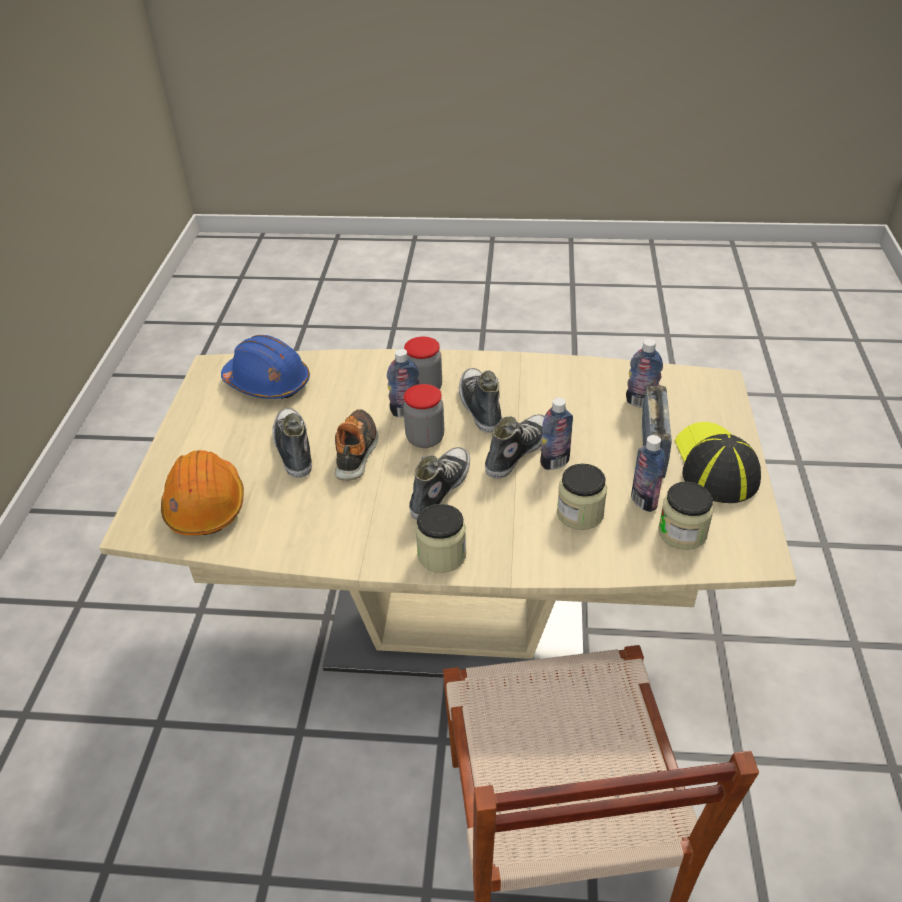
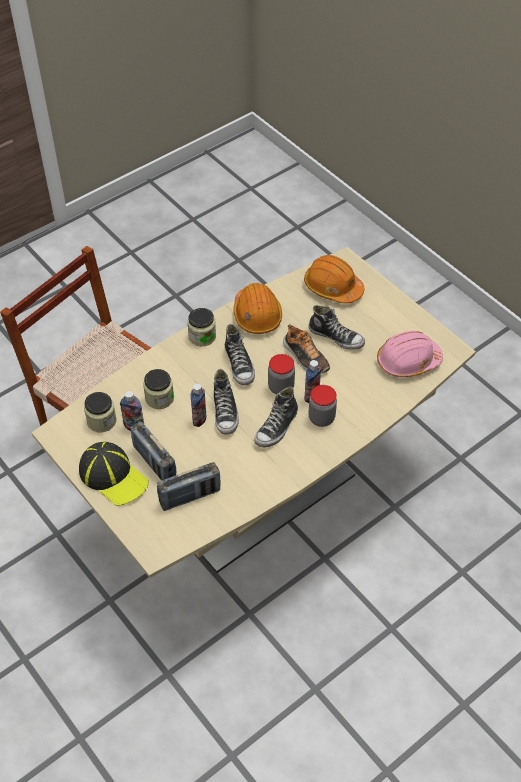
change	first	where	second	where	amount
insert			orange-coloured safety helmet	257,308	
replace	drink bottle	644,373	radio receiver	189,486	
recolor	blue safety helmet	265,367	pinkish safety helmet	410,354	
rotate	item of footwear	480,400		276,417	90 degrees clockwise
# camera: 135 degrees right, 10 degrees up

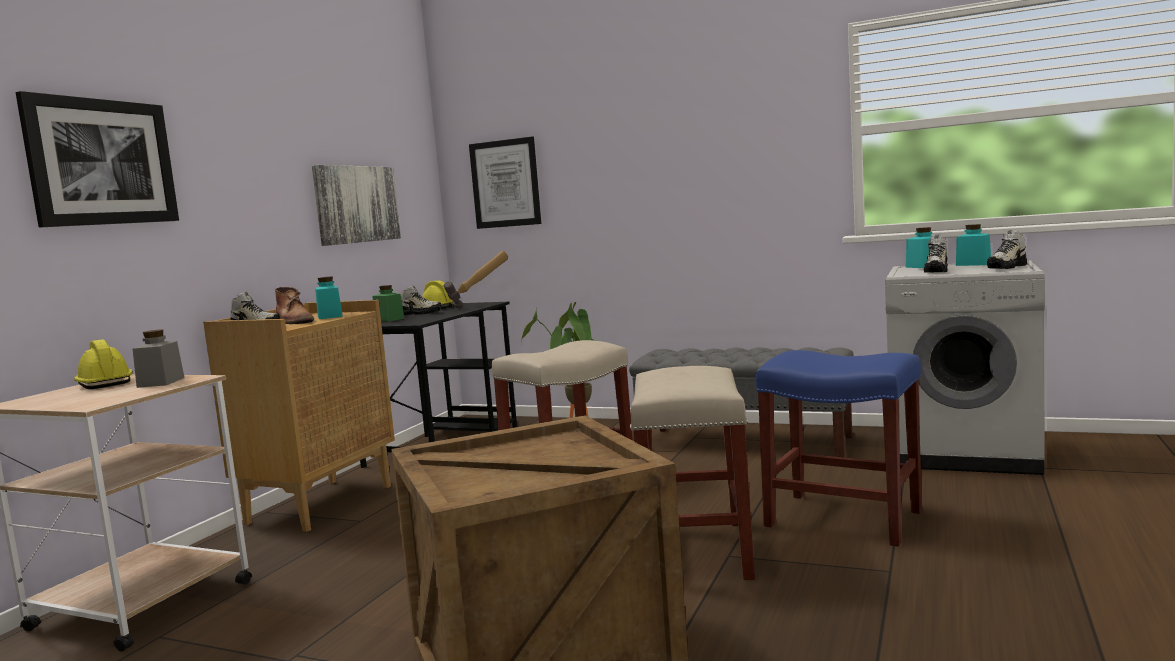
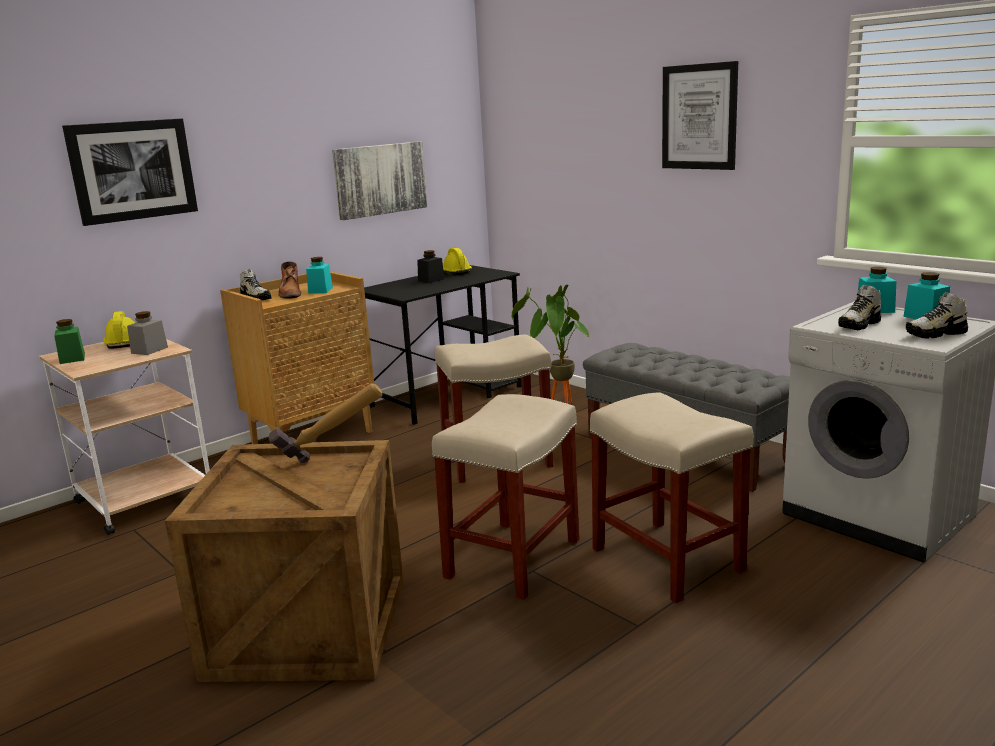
change	first	where	second	where	amount
move	greenish storage jar	388,303		69,341	
move	hammer	475,279		326,423	
move	picture	505,182		700,115	
replace	item of footwear	421,300	black storage jar	431,266	
recolor	blue stool	839,448	beige stool	671,497	
# camera: 25 degrees right, 10 degrees up

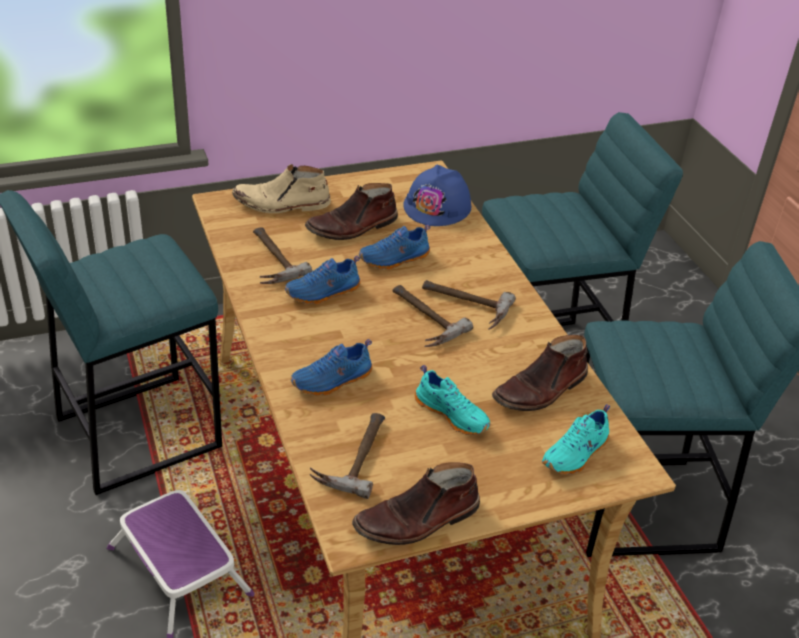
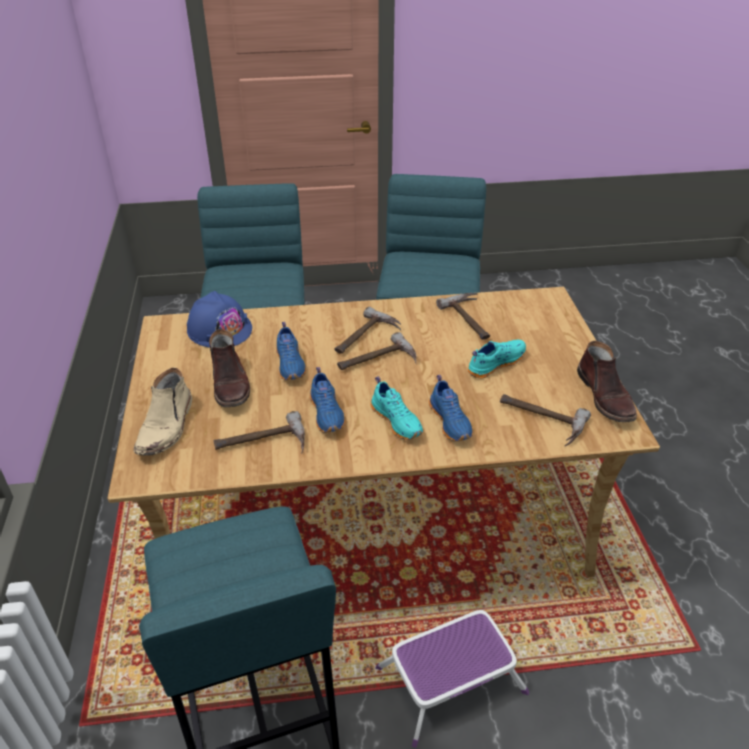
change	first	where	second	where	amount
move	turquoise item of footwear	576,439		396,408	
replace	brown-coloured tall boot	540,373	hammer	463,316	
# camera: 75 degrees left, 0 degrees up

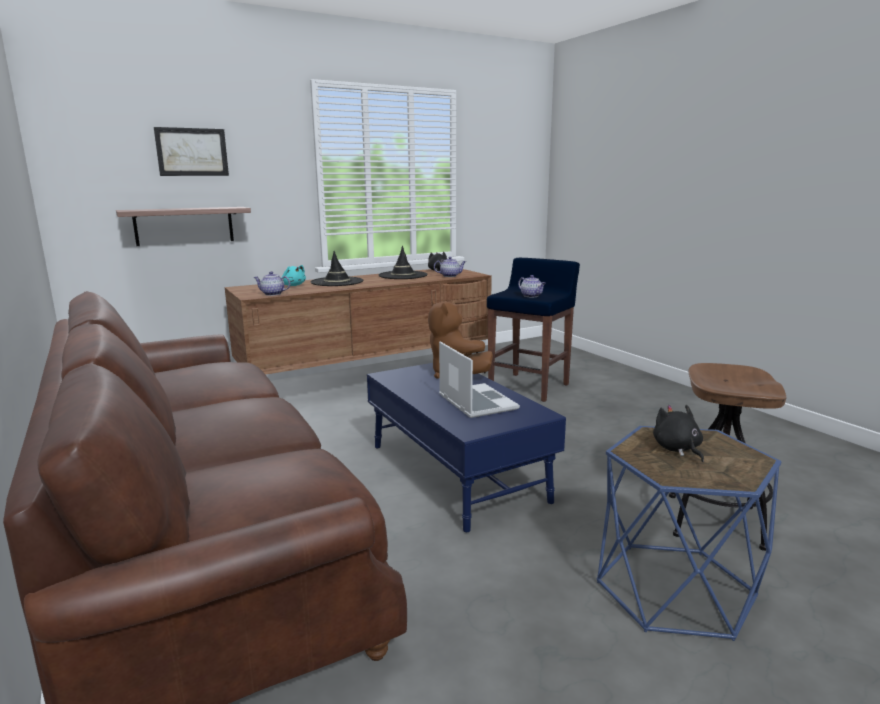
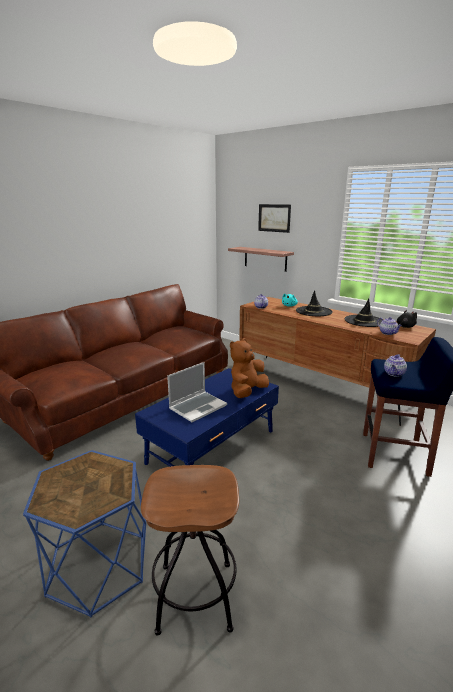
change	first	where	second	where	amount
delete	black cuddly toy	678,433			
# camera: 70 degrees right, 5 degrees up

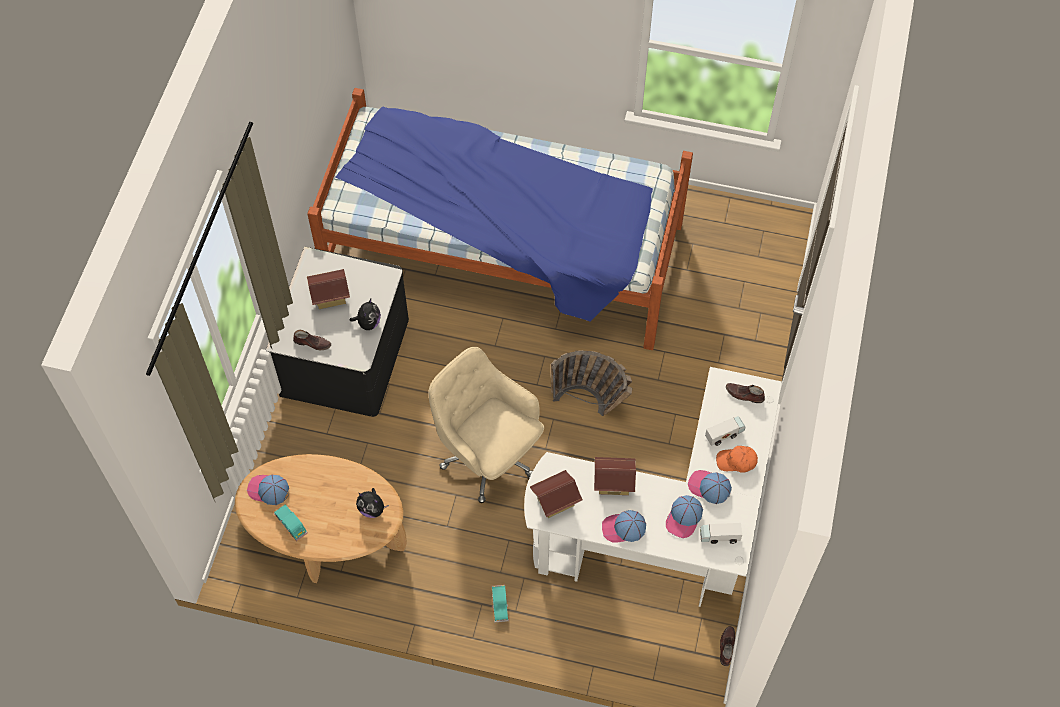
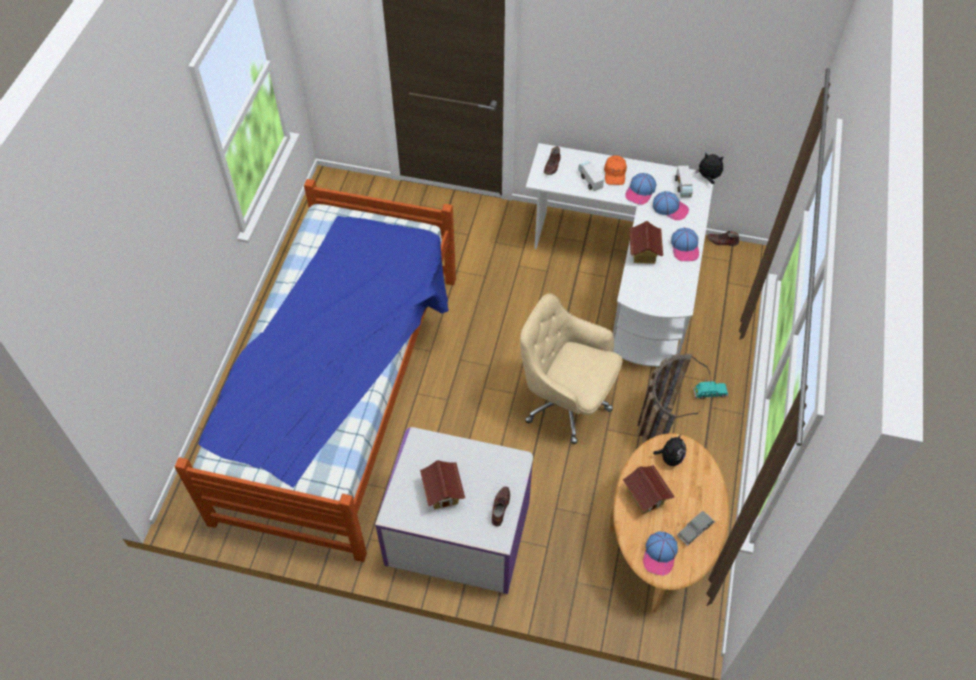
change	first	where	second	where	amount
move	cuddly toy	365,314		710,168	
move	model house	556,494		648,489	
move	basket	592,383		673,398	
recolor	black night table	337,331	purplish night table	454,510	
recolor	turquoise toy car	291,523	grey toy car	696,528	
rotate	beige computer chair	486,425		571,368	75 degrees clockwise
# camera: 90 degrees left, 5 degrees down

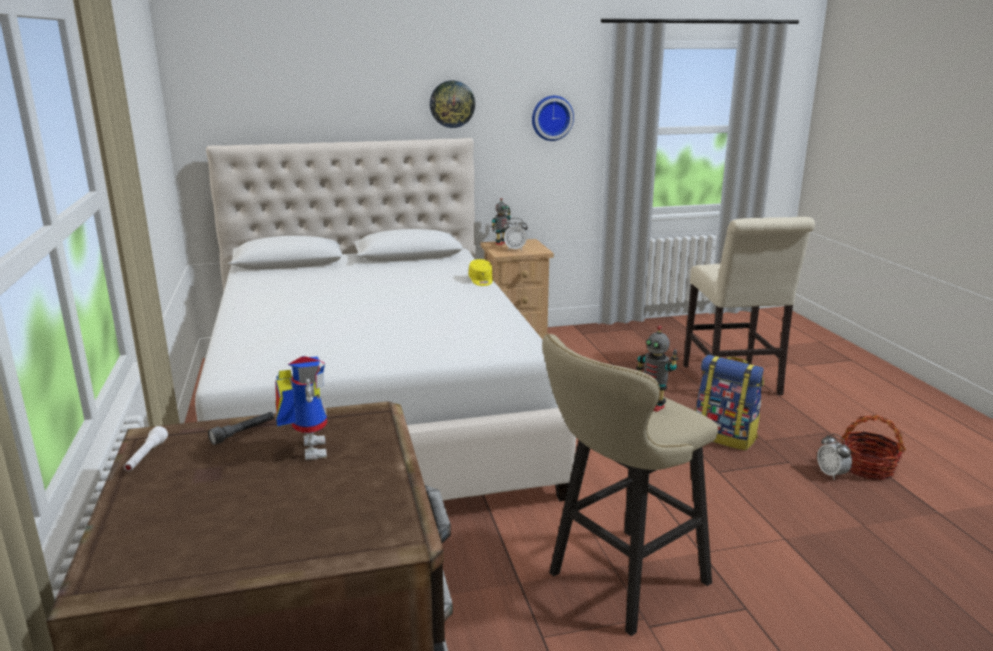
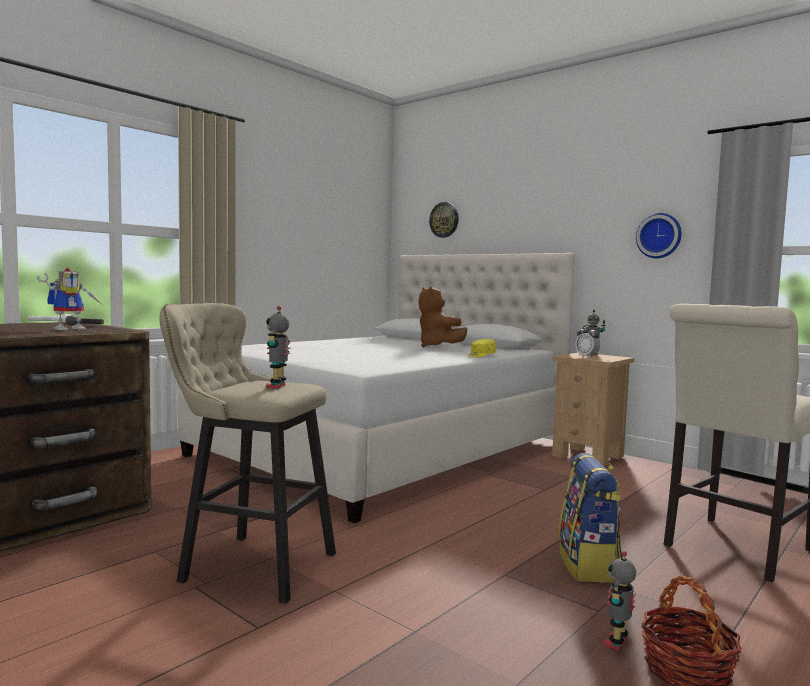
change	first	where	second	where	amount
insert			brown-coloured cuddly toy	442,317	
move	clock on the wall	452,104		444,220	
replace	alarm clock	834,457	toy robot	620,601	
# camera: 55 degrees right, 15 degrees down

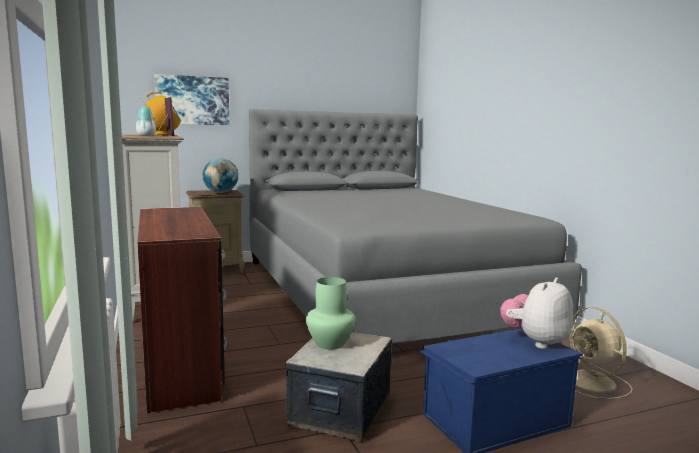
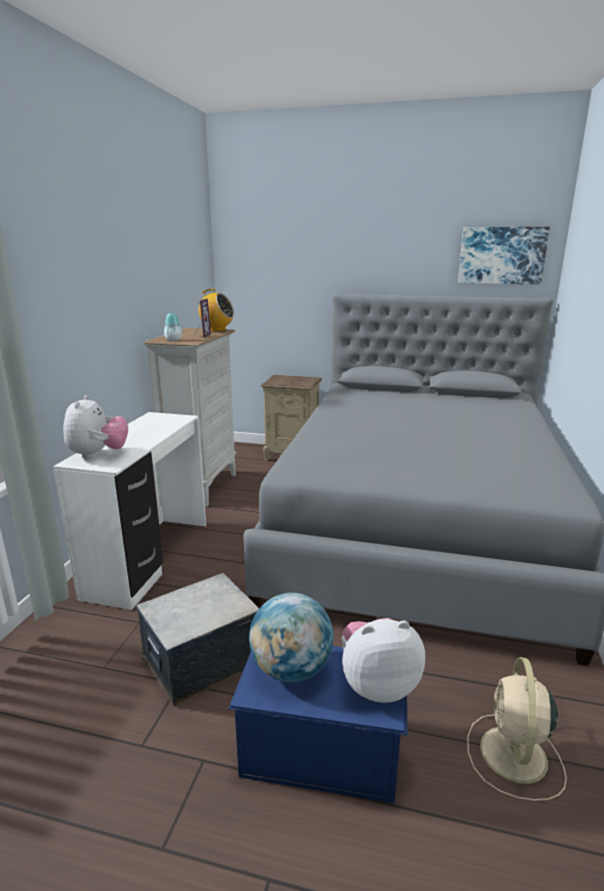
change	first	where	second	where	amount
delete	greenish flower vase	330,313			
insert			cuddly toy	95,427	
move	picture	191,99		504,255	
move	globe	220,175		291,637	
recolor	brown-coloured desk	182,310	white-coloured desk	129,511	
# camera: 35 degrees right, 10 degrees up

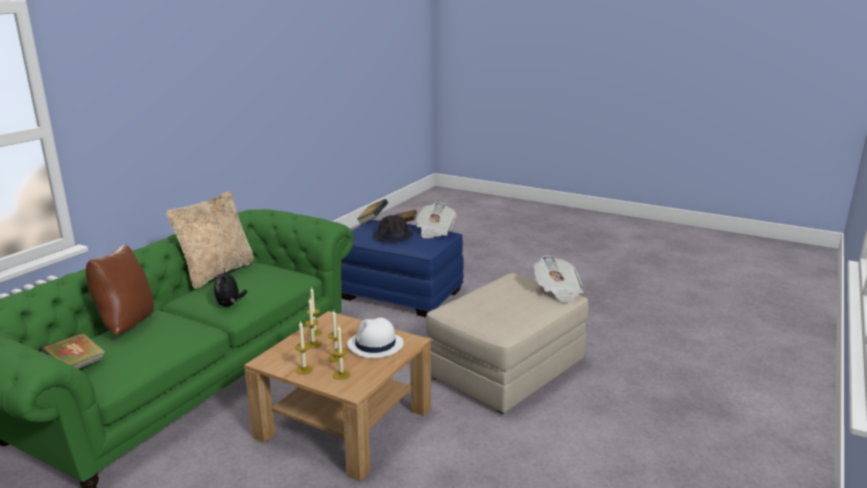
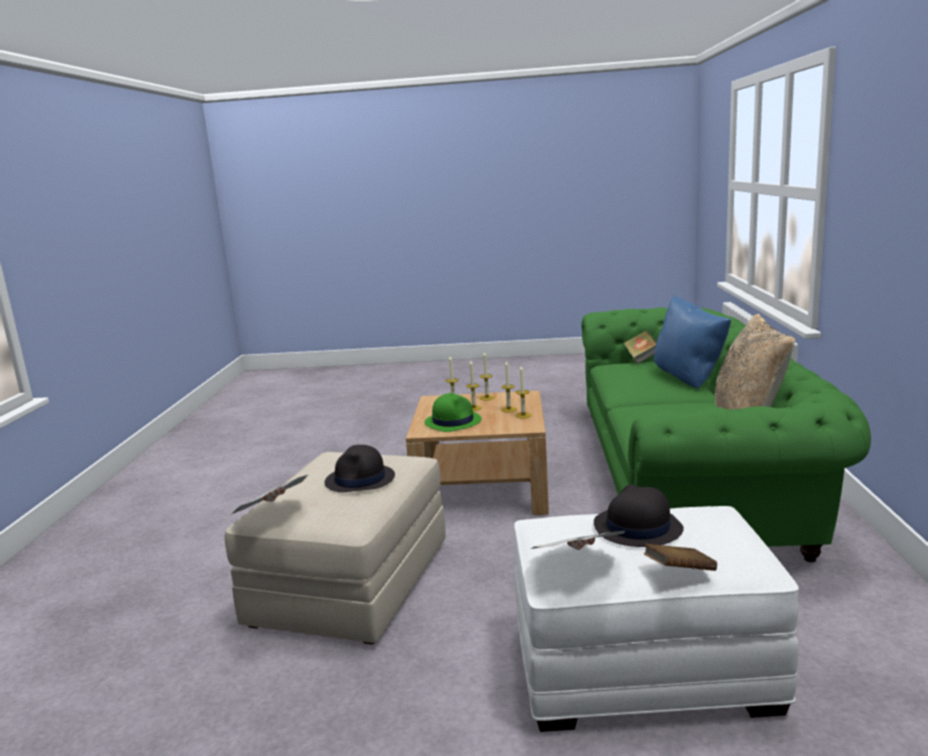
change	first	where	second	where	amount
delete	cuddly toy	230,288			
delete	volume	372,212			
insert			black clothing hat	359,468	
recolor	brown-coloured pillow	120,290	blue pillow	692,342	
recolor	blue footrest	402,268	white-coloured footrest	656,619	
recolor	white-coloured clothing hat	375,338	greenish clothing hat	453,412	
# camera: 155 degrees right, 5 degrees down

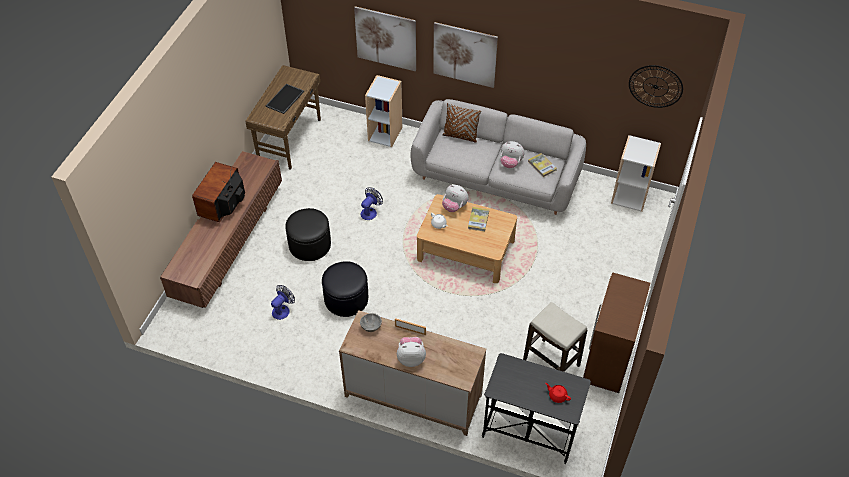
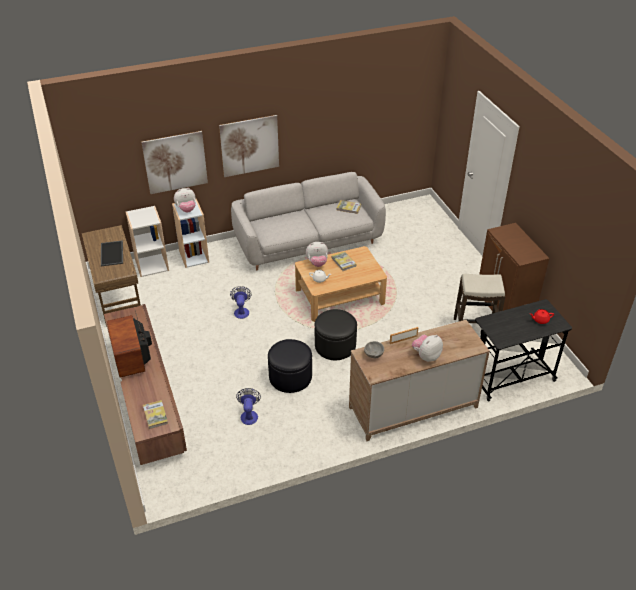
change	first	where	second	where	amount
delete	brown-coloured pillow	461,123			
delete	clock on the wall	656,86			
insert			volume	155,414	
move	black footrest	308,234		336,334	
move	cuddly toy	512,154		185,200	
move	bookcase	636,173		147,241	
# camera: 40 degrees left, 10 degrees down

